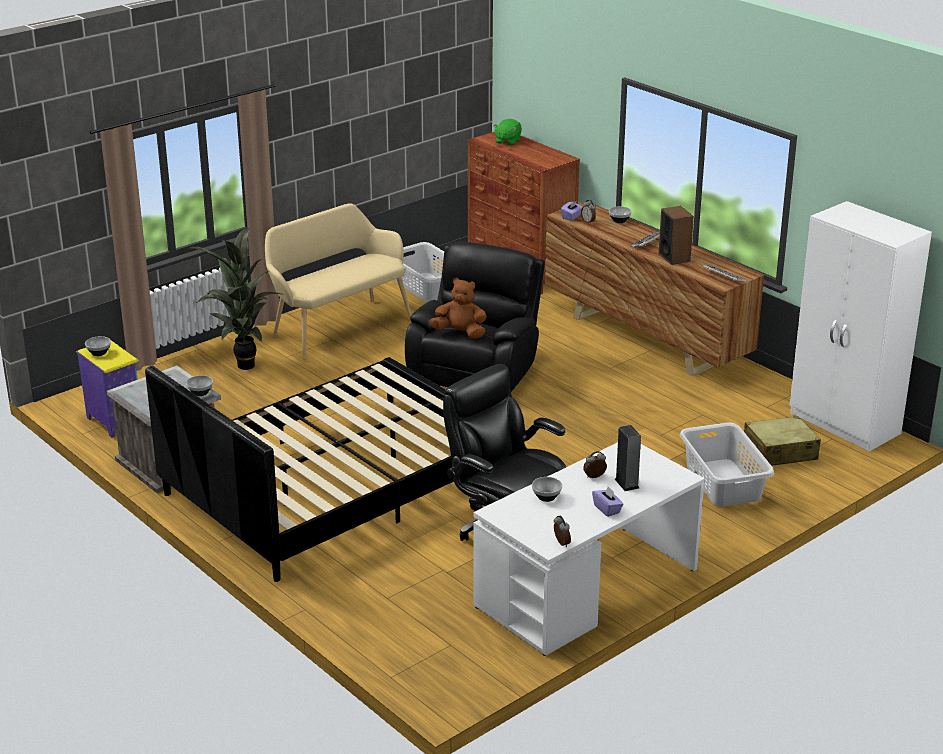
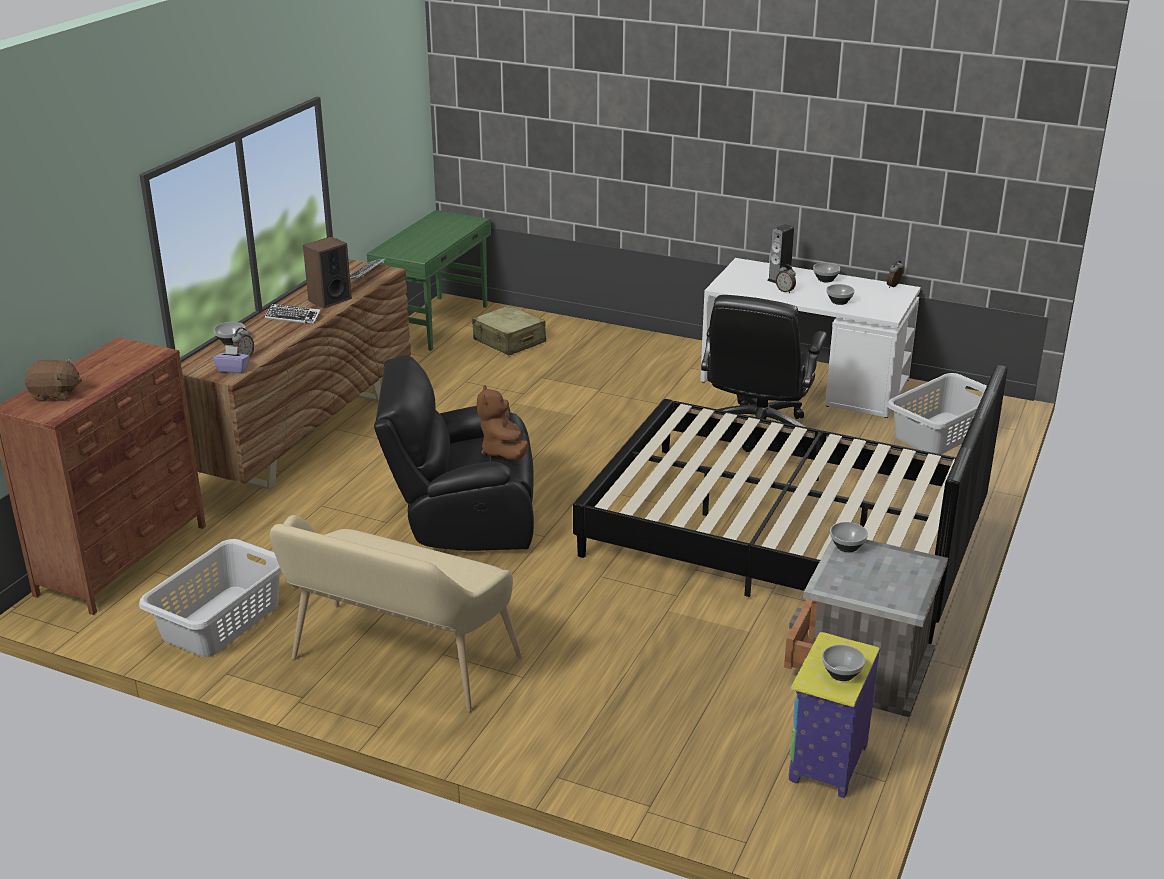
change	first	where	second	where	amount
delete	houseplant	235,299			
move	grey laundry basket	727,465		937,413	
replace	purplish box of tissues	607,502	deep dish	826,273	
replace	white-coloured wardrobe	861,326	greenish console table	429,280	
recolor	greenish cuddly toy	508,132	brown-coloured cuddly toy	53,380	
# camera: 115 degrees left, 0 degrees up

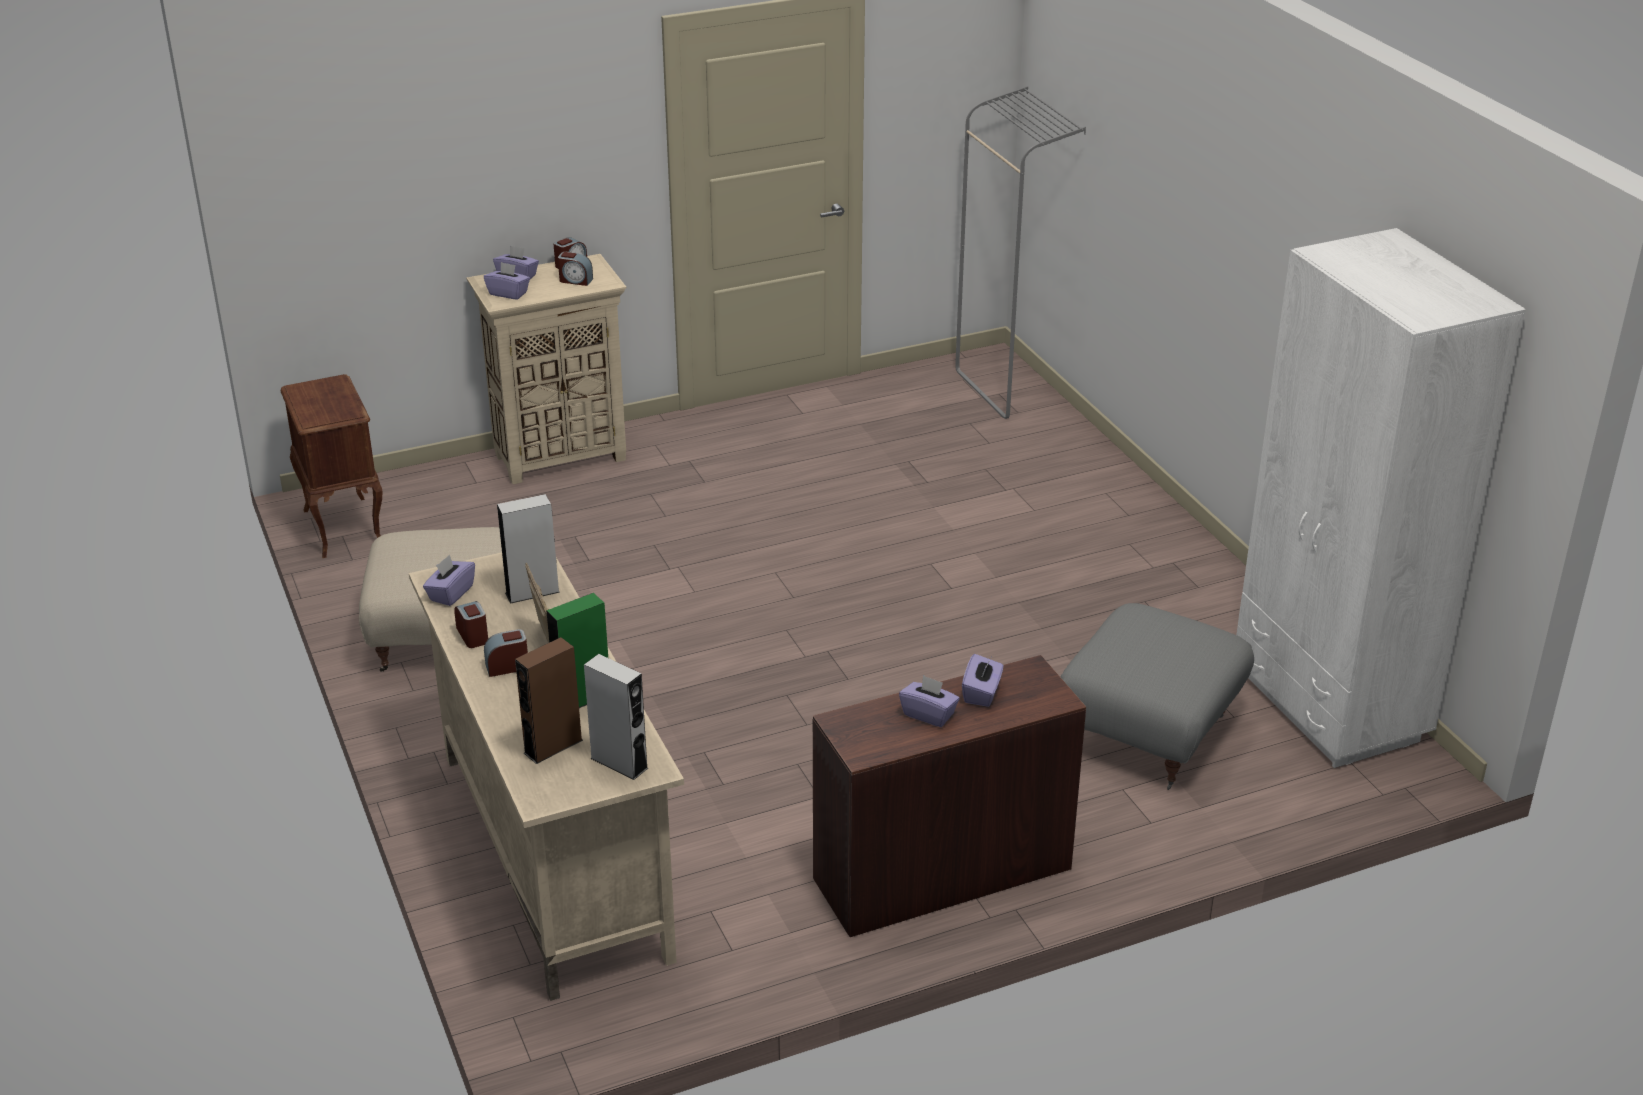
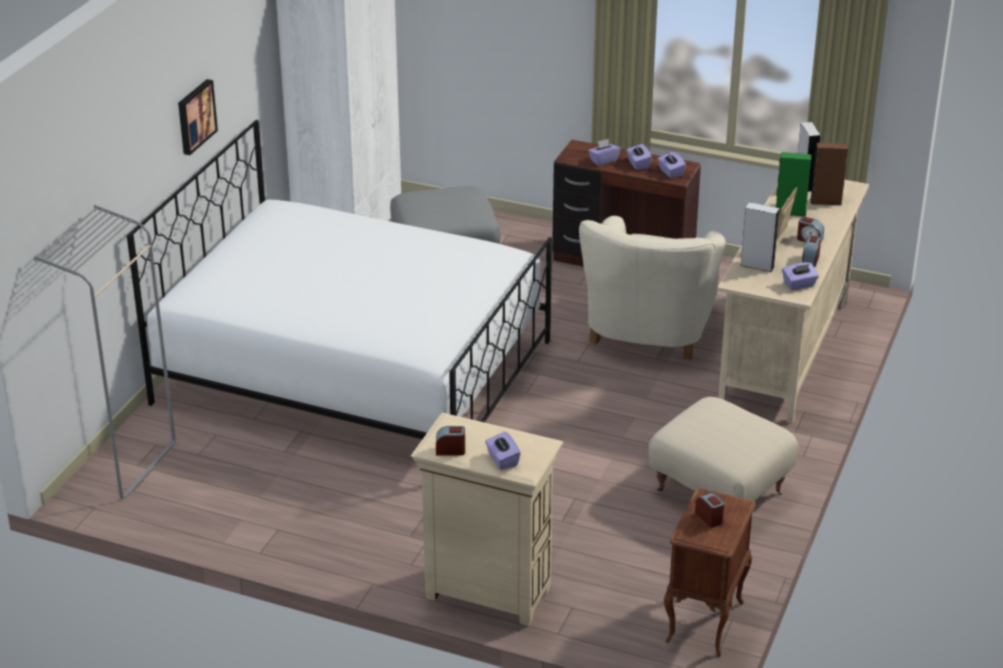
change	first	where	second	where	amount
insert			white-coloured bedroom bed	339,279	
insert			picture	198,117	
insert			beige lounge chair	652,287	
move	purplish box of tissues	507,281		672,164	
move	alarm clock	575,269		709,510	
# camera: 135 degrees left, 0 degrees up

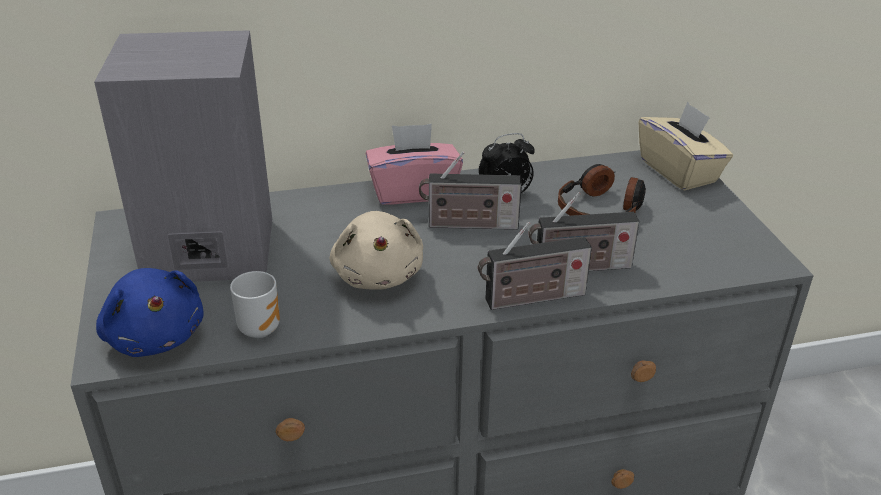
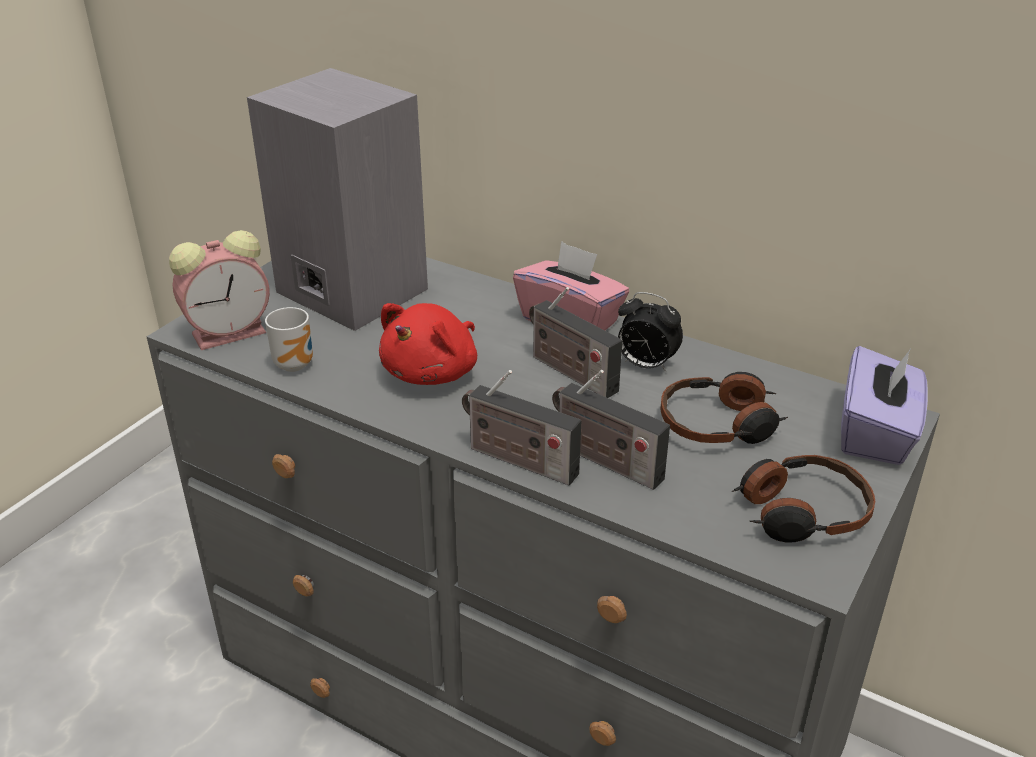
change	first	where	second	where	amount
insert			pair of headphones	803,498	
replace	blue cuddly toy	149,312	alarm clock	219,290	
recolor	beige cuddly toy	376,250	red-coloured cuddly toy	428,344	
recolor	beige box of tissues	686,146	purplish box of tissues	884,405	
# camera: 45 degrees right, 0 degrees up

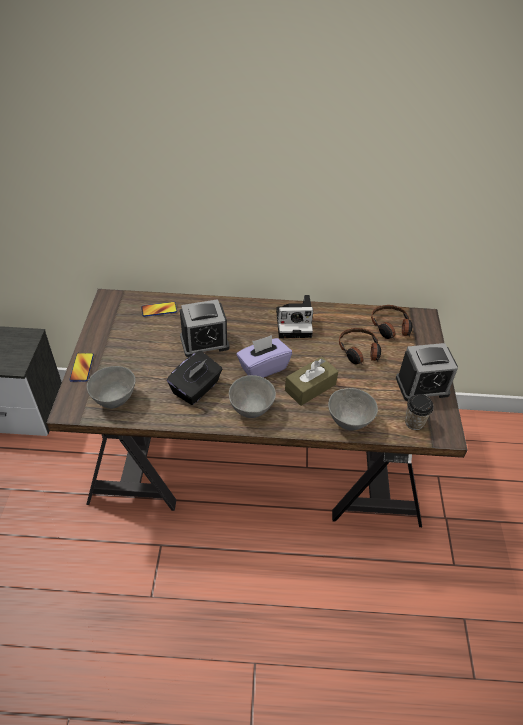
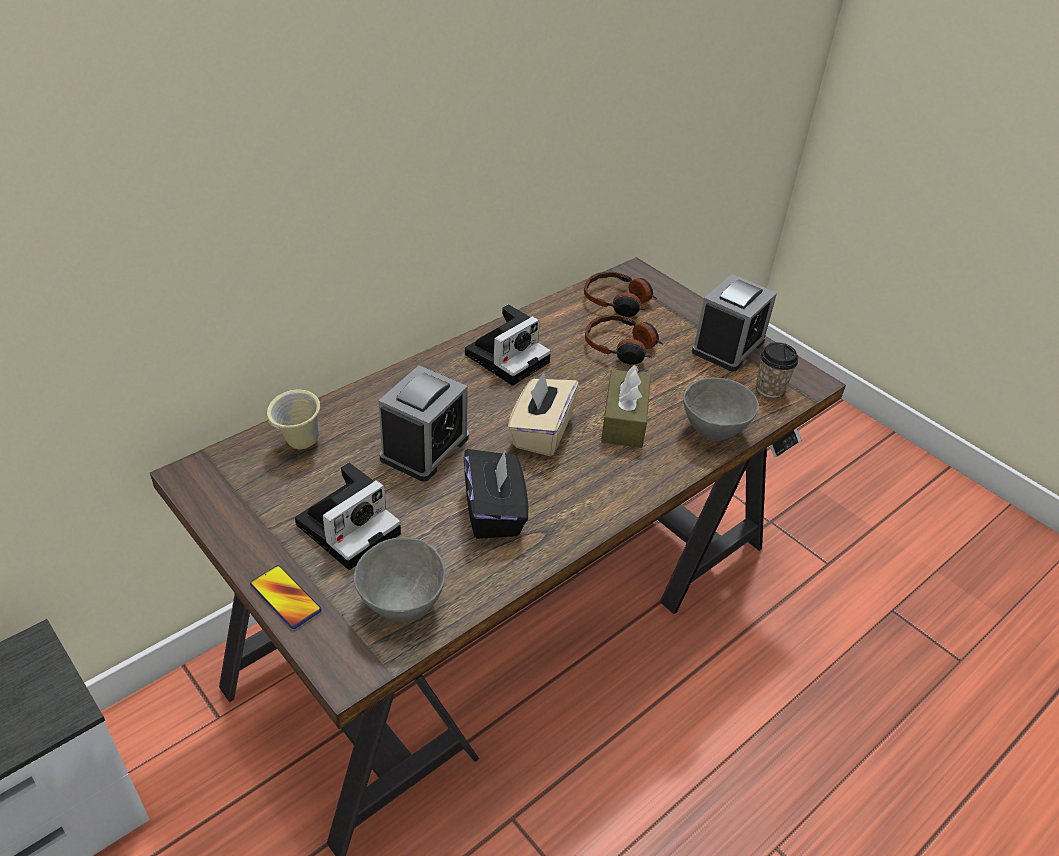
change	first	where	second	where	amount
delete	grey deep dish	252,396			
insert			photo camera	348,516	
replace	telephone	159,309	beige tea mug	293,419	
recolor	purplish box of tissues	264,356	beige box of tissues	543,413	
# camera: 45 degrees left, 5 degrees down

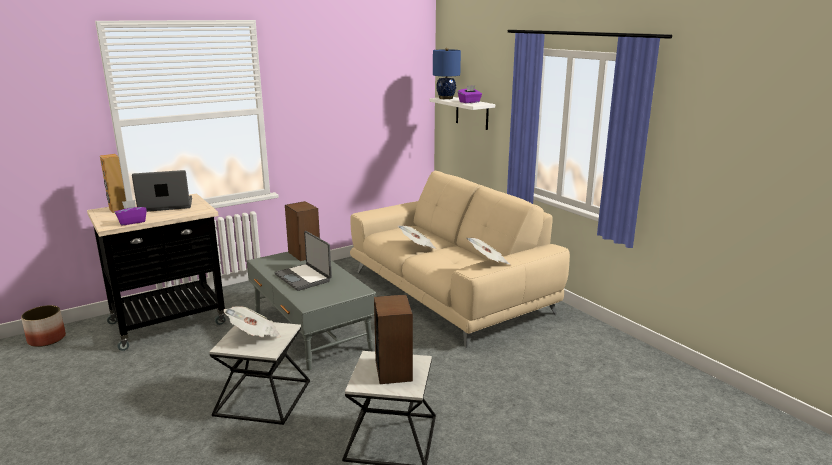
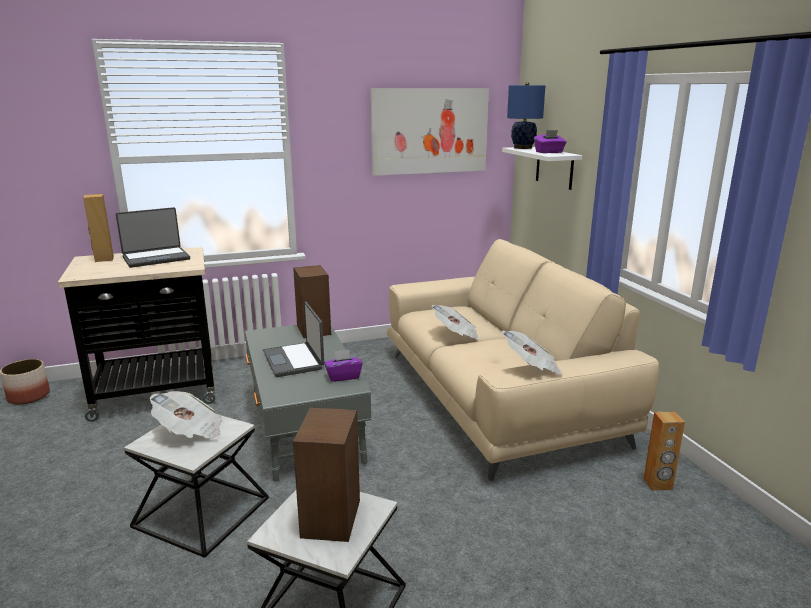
change	first	where	second	where	amount
insert			picture	429,132	
insert			brown-coloured speaker	664,451	
move	purplish box of tissues	131,213		343,366	
rotate	laptop	162,191		153,237	150 degrees clockwise
# camera: 15 degrees right, 0 degrees up

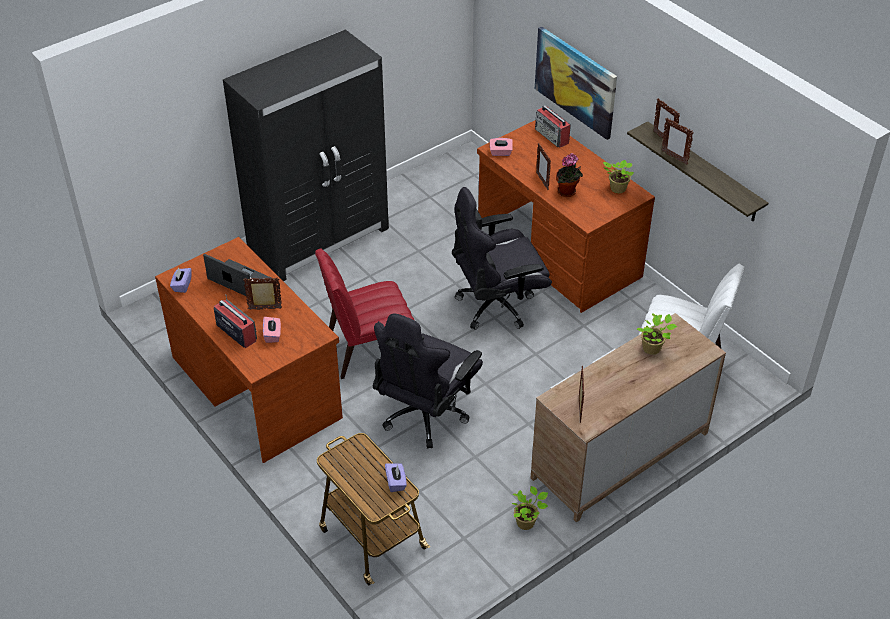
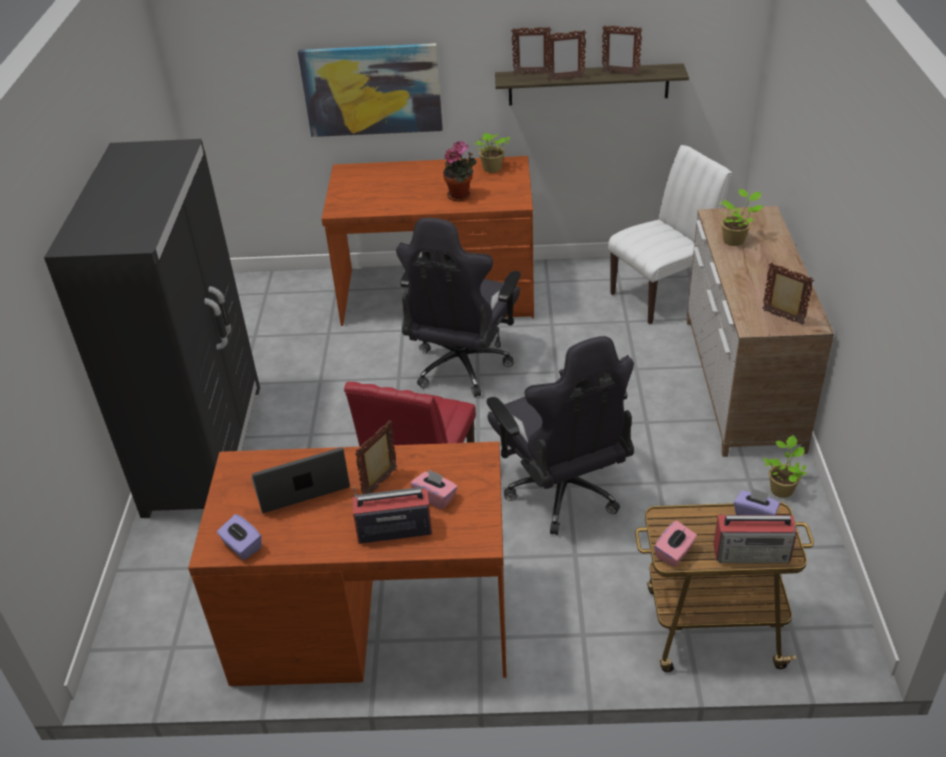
change	first	where	second	where	amount
move	pinkish box of tissues	501,147		675,543	
move	radio receiver	553,126		755,539	
move	standing frame	543,166		622,50	
# camera: 50 degrees left, 5 degrees down

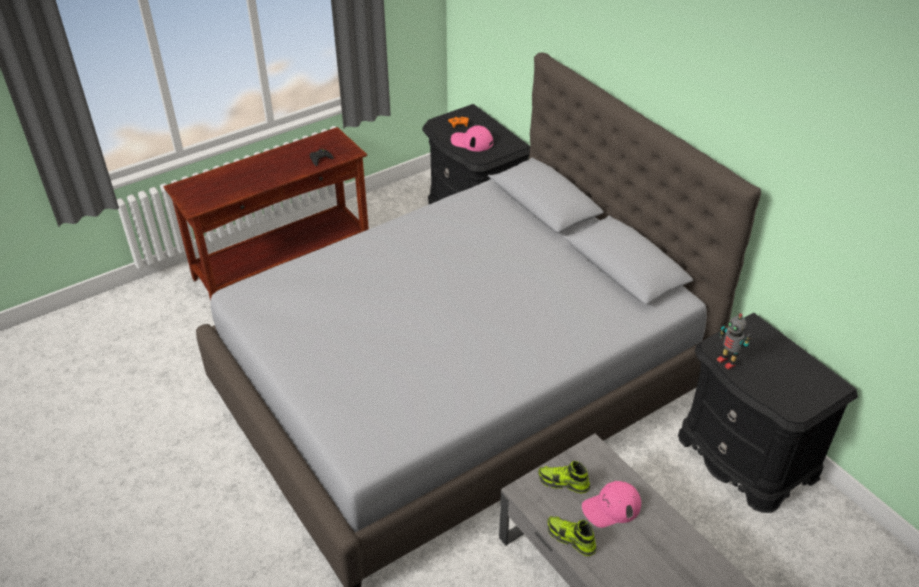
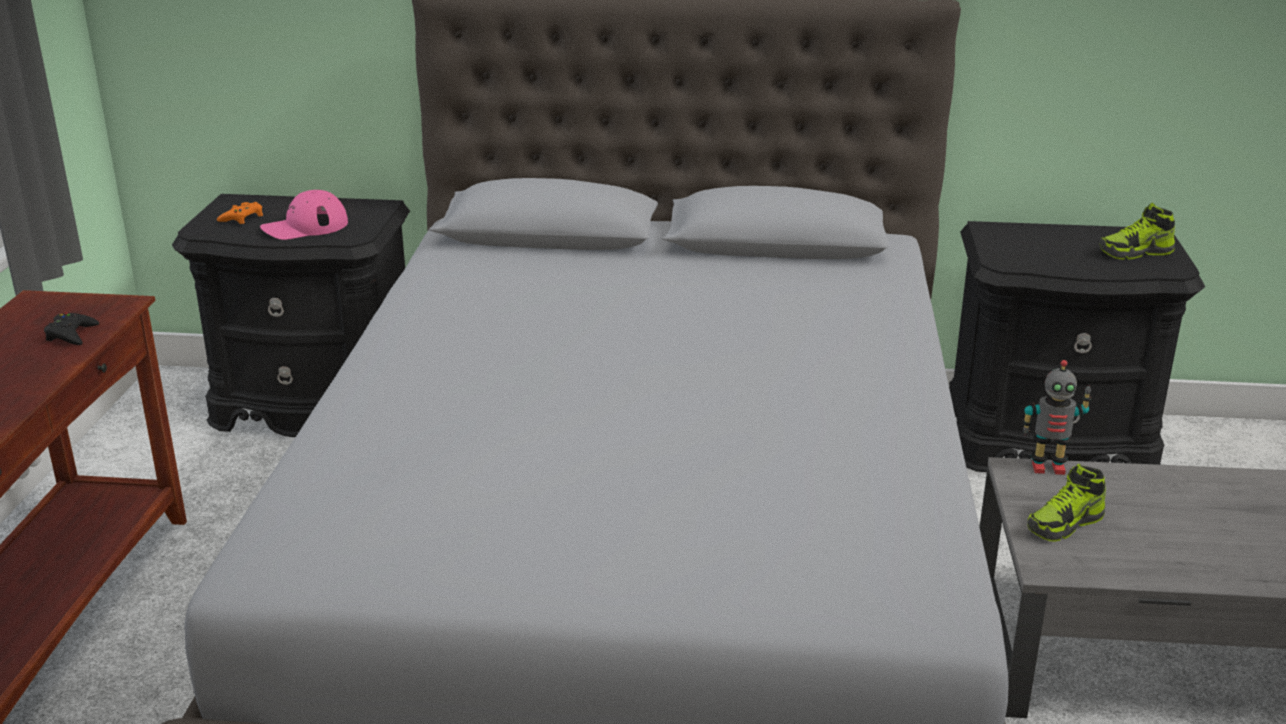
change	first	where	second	where	amount
delete	pinkish cap	611,504			
move	item of footwear	572,536		1137,231	
move	toy robot	734,341		1057,417	
# camera: 50 degrees left, 15 degrees down

